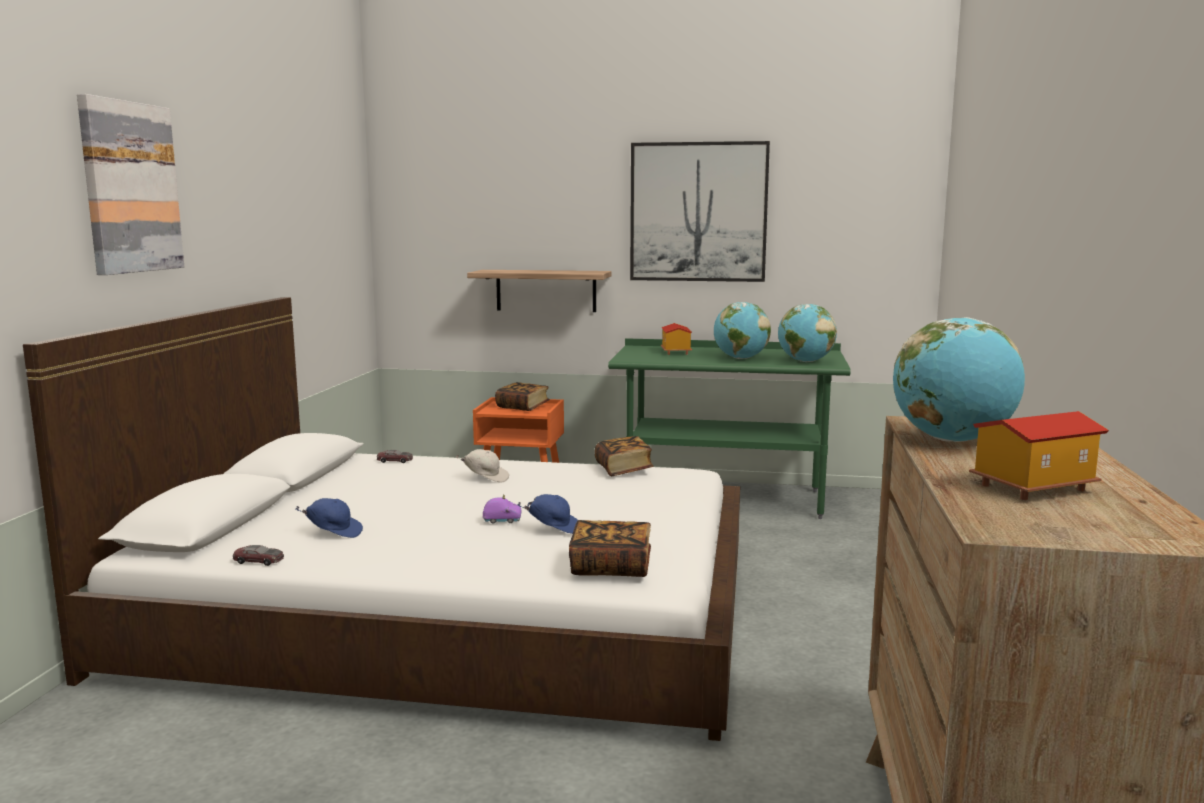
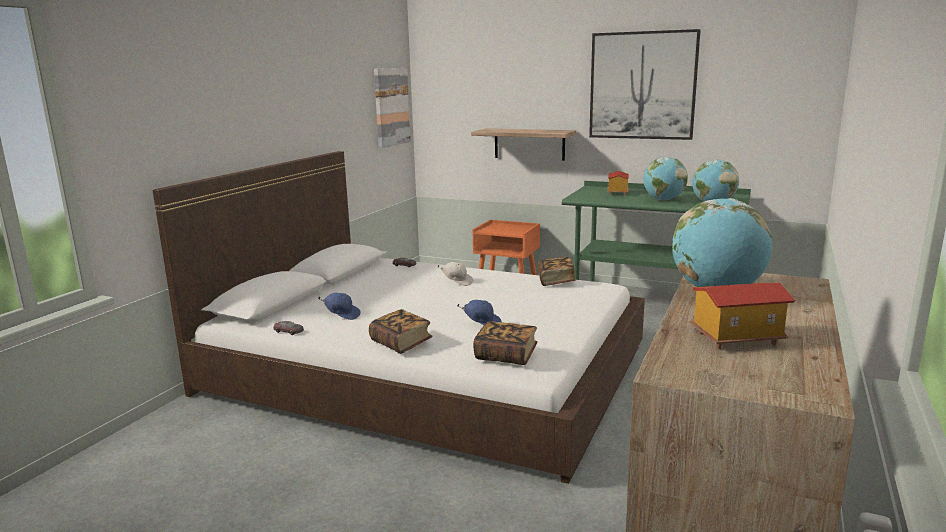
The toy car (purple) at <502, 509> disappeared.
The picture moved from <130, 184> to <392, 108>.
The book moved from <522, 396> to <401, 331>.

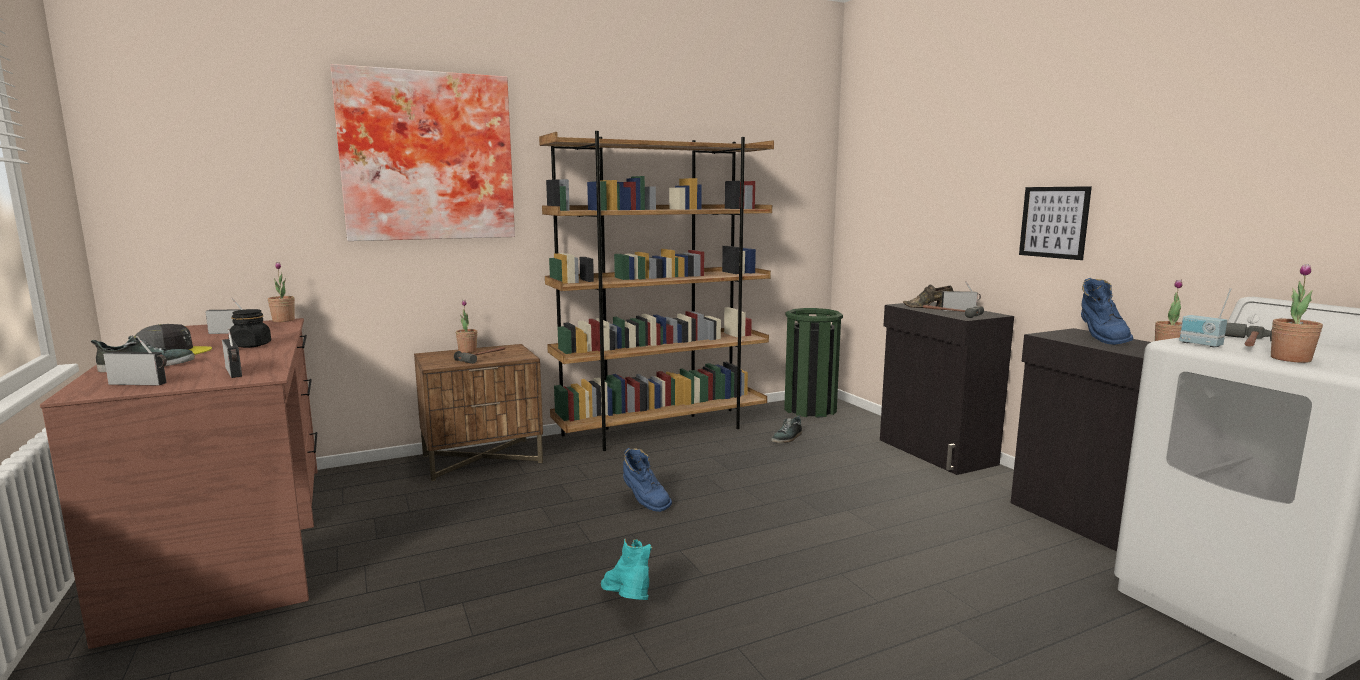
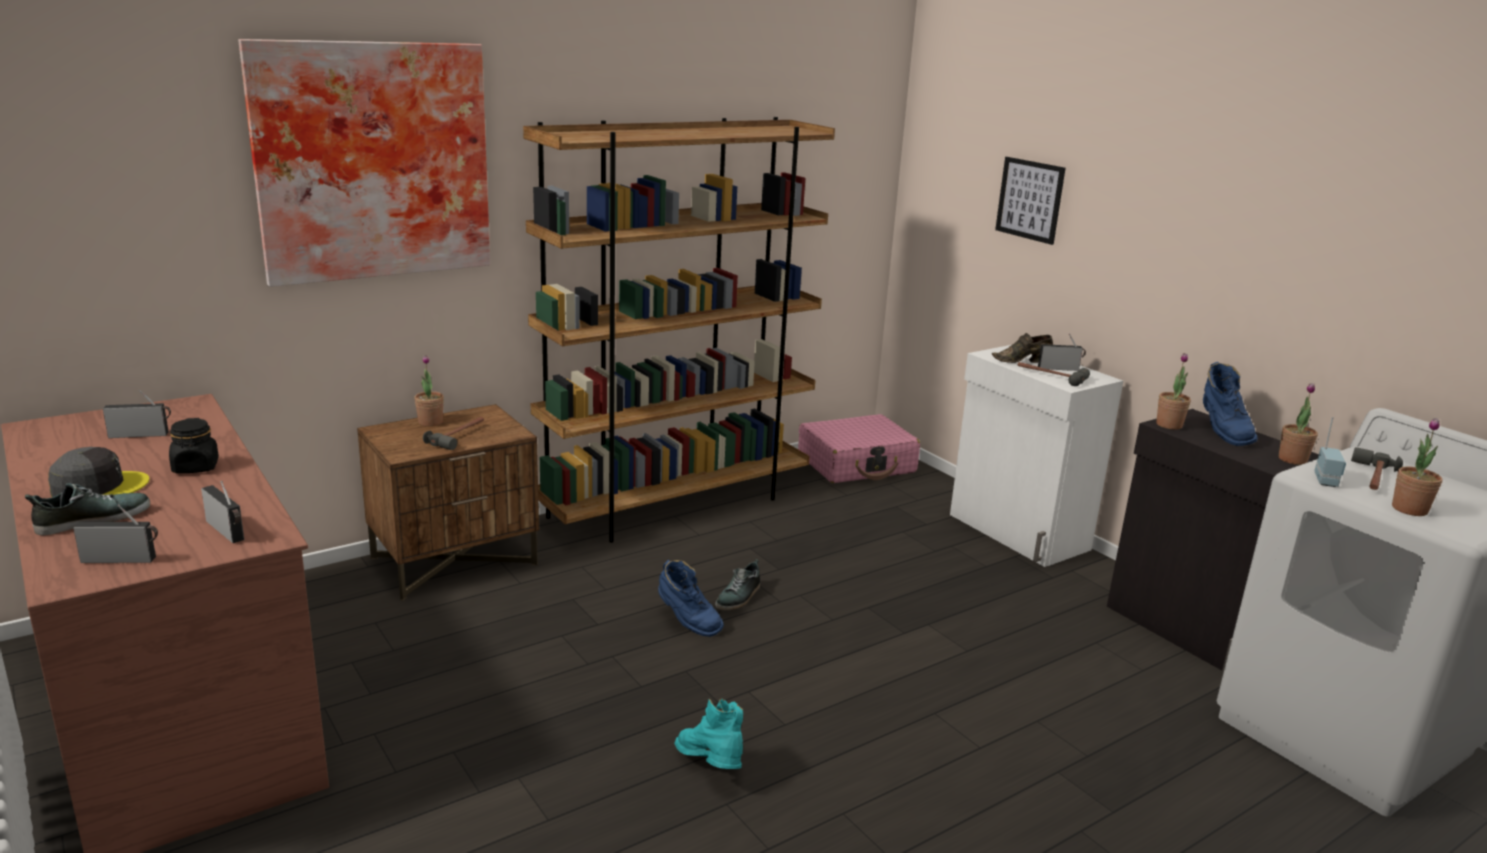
The potted plant moved from <281, 292> to <1173, 391>.
The shoe moved from <786, 429> to <737, 585>.
The picture moved from <1055, 223> to <1030, 201>.
The trash can (green) at <813, 363> was replaced by the suitcase (pink) at <859, 448>.
The cabinet (black) at <947, 388> became the cabinet (white) at <1036, 456>.
The radio at <1205, 318> turned 120 degrees counterclockwise.

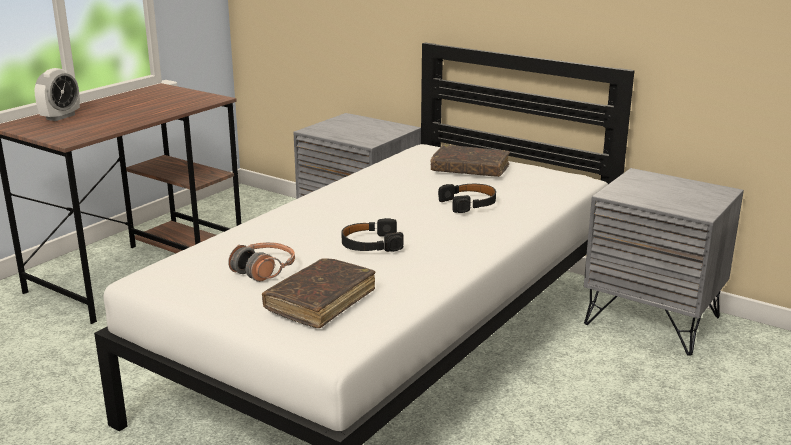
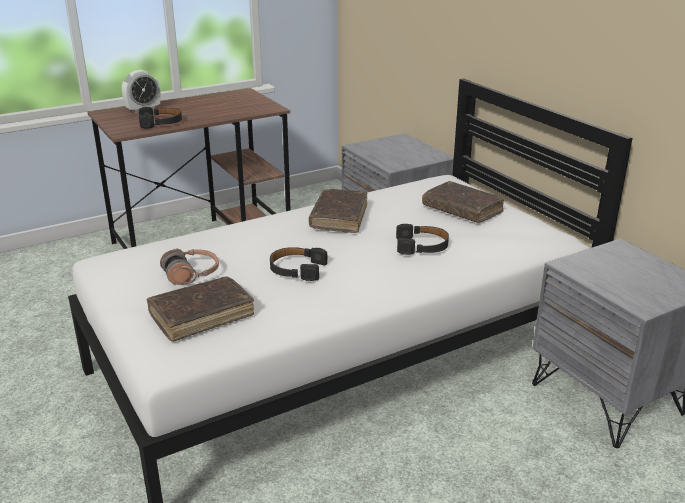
The headphones (black) at <160, 117> appeared.
The book (brown) at <338, 211> appeared.

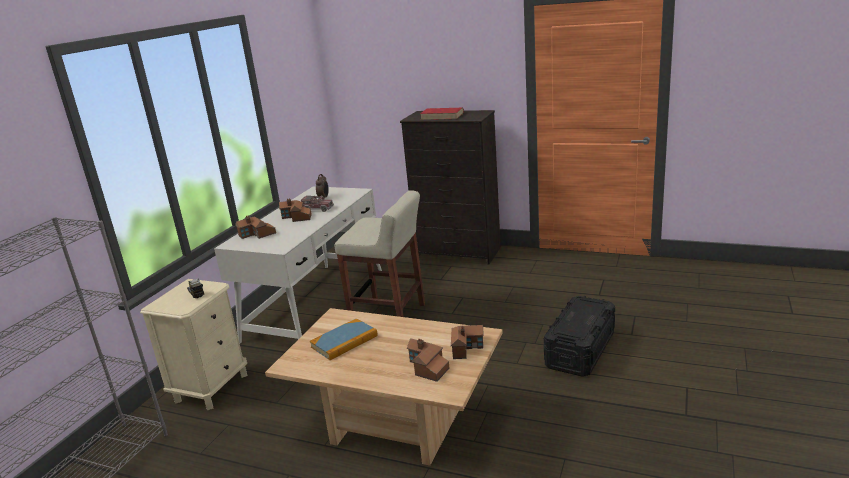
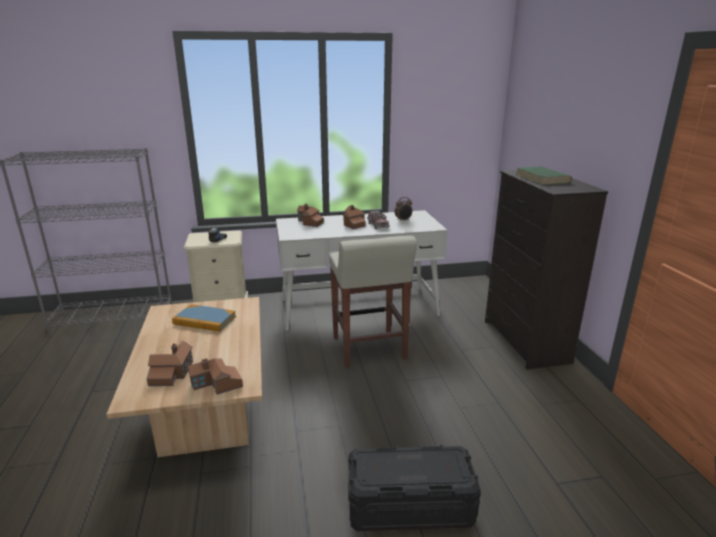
The book (red) at <442, 114> became the book (green) at <544, 175>.

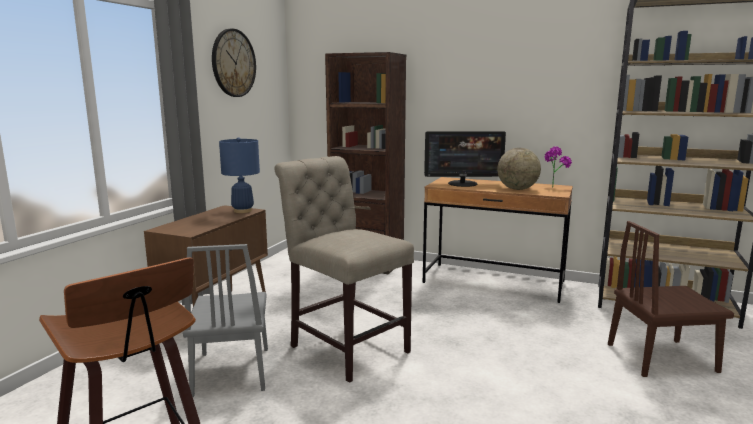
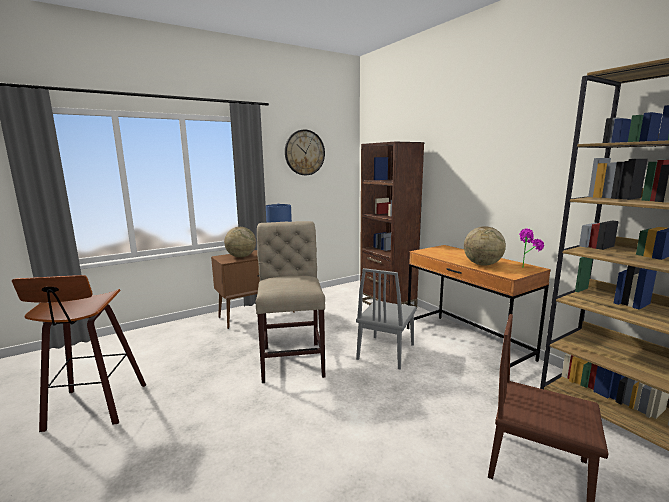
The monitor at <465, 159> disappeared.
The globe at <240, 242> appeared.
The chair (grey) moved from <225, 320> to <386, 319>.

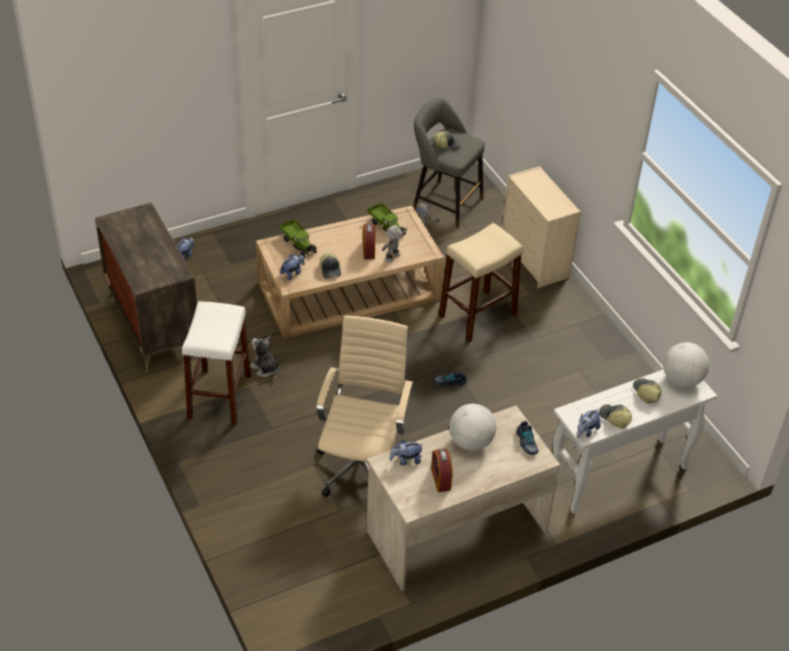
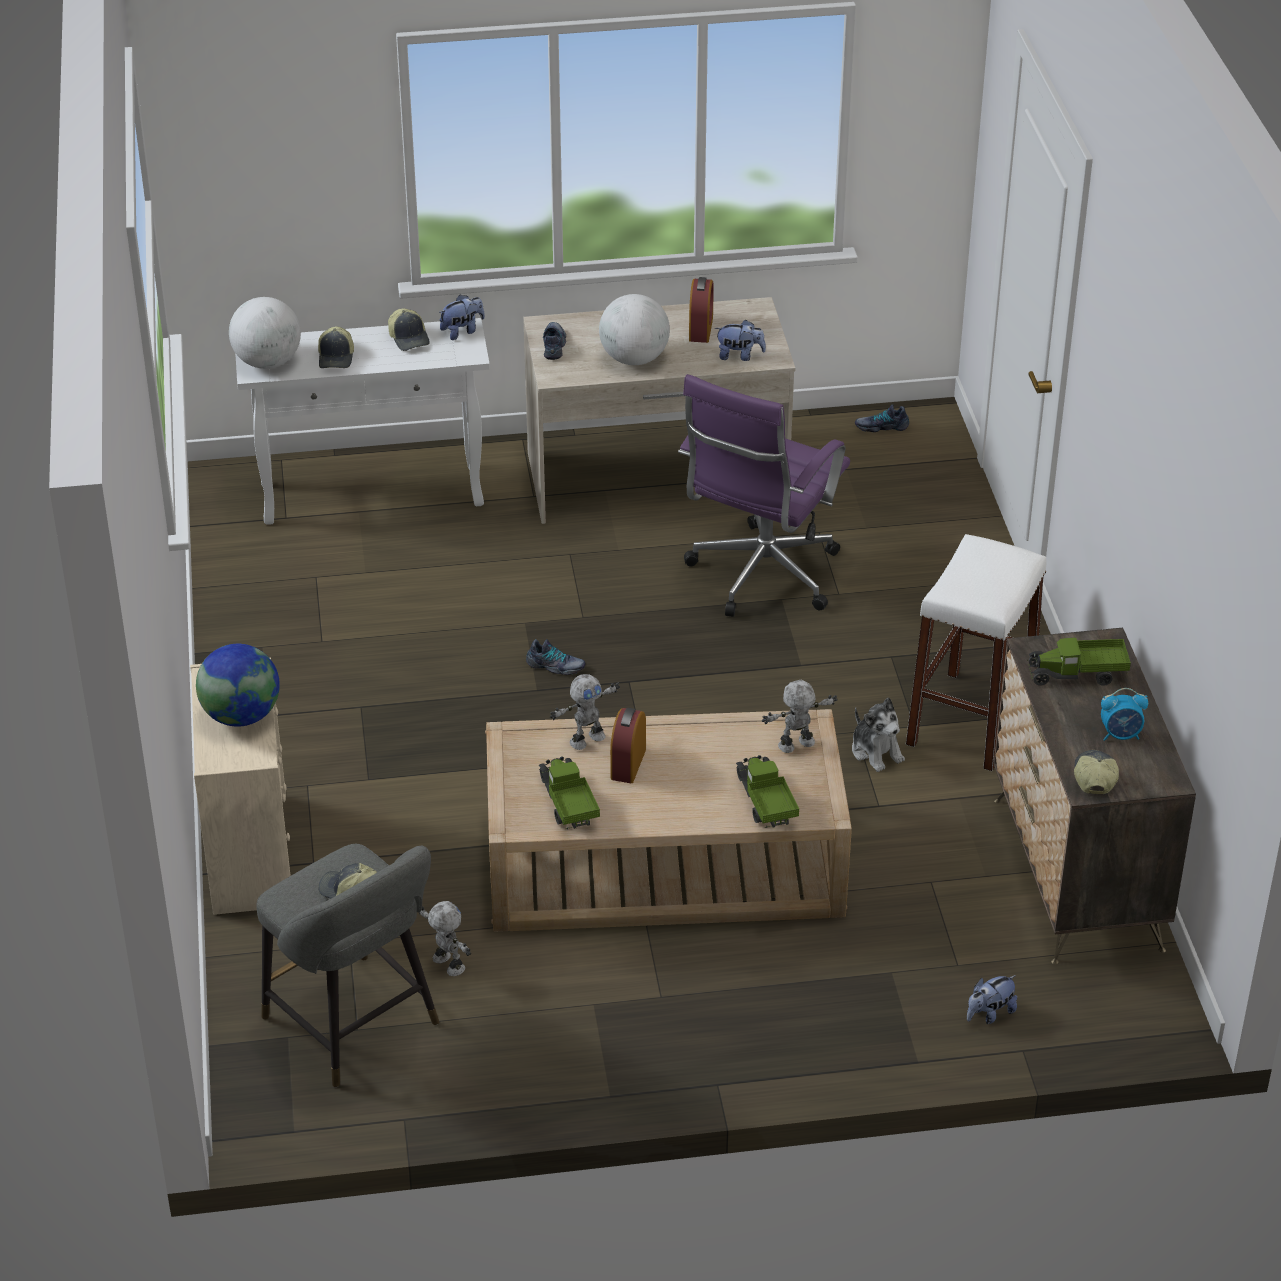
The stool (beige) at <480, 283> disappeared.
The globe at <238, 685> appeared.
The shoe at <882, 418> appeared.
The toy truck at <1079, 661> appeared.
The alarm clock at <1124, 714> appeared.
The cap moved from <330, 265> to <1096, 772>.
The plush toy at <292, 267> was replaced by the toy robot at <800, 716>.
The office chair (beige) at <364, 406> became the office chair (purple) at <764, 495>.

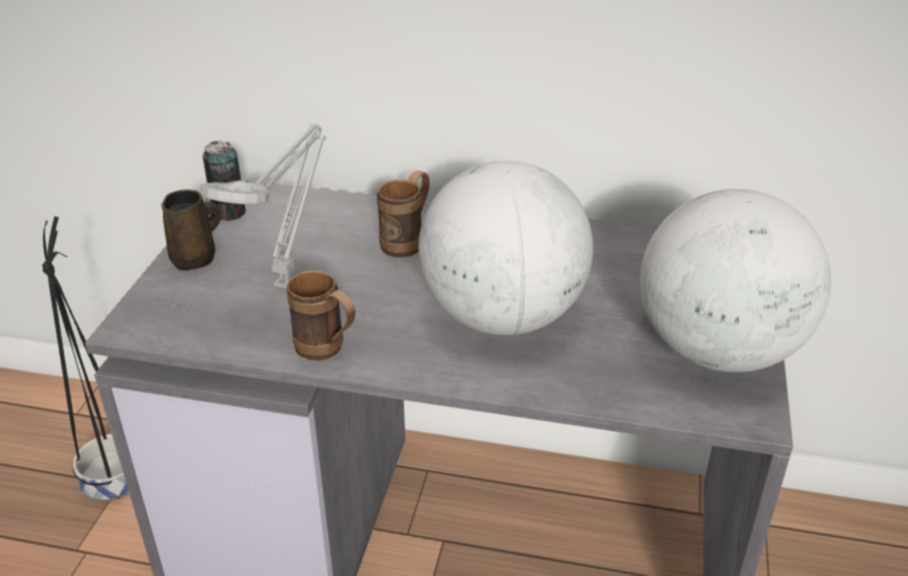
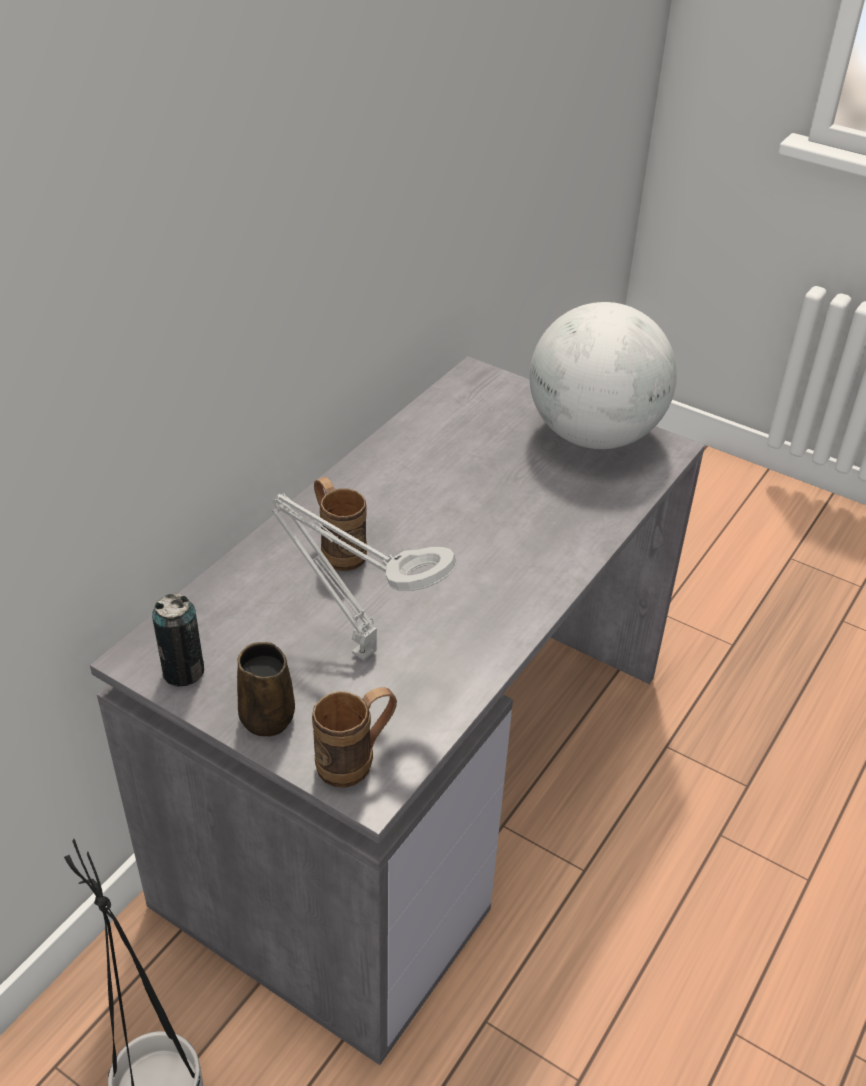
The globe at <505, 248> disappeared.
The mug (brown) moved from <321, 315> to <354, 737>.

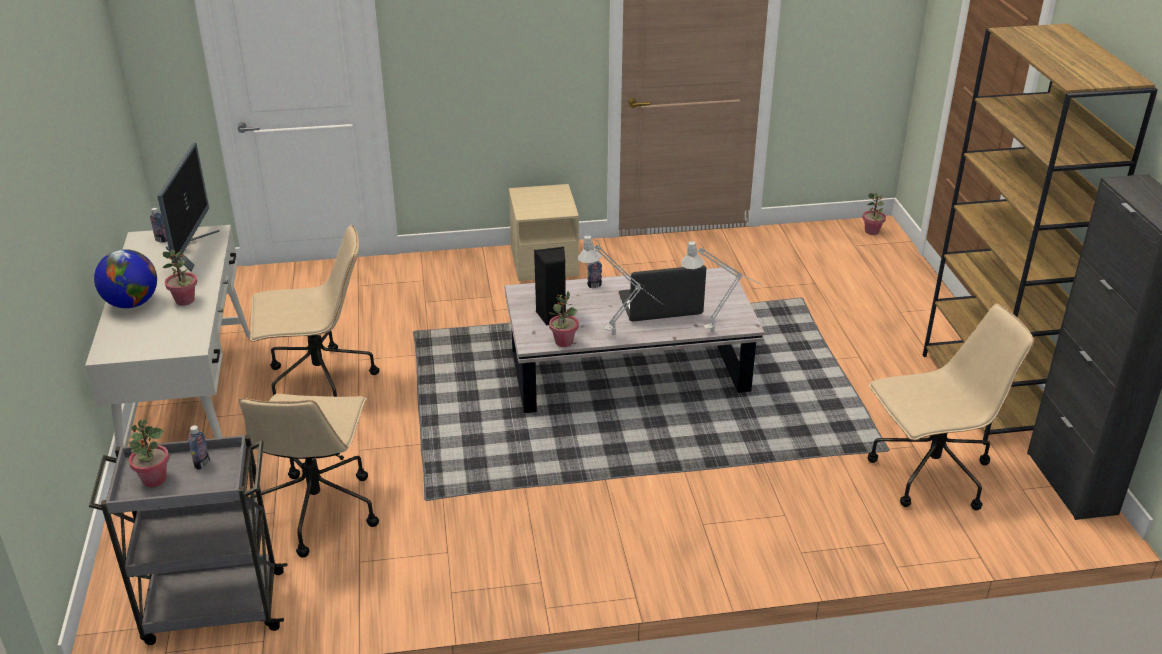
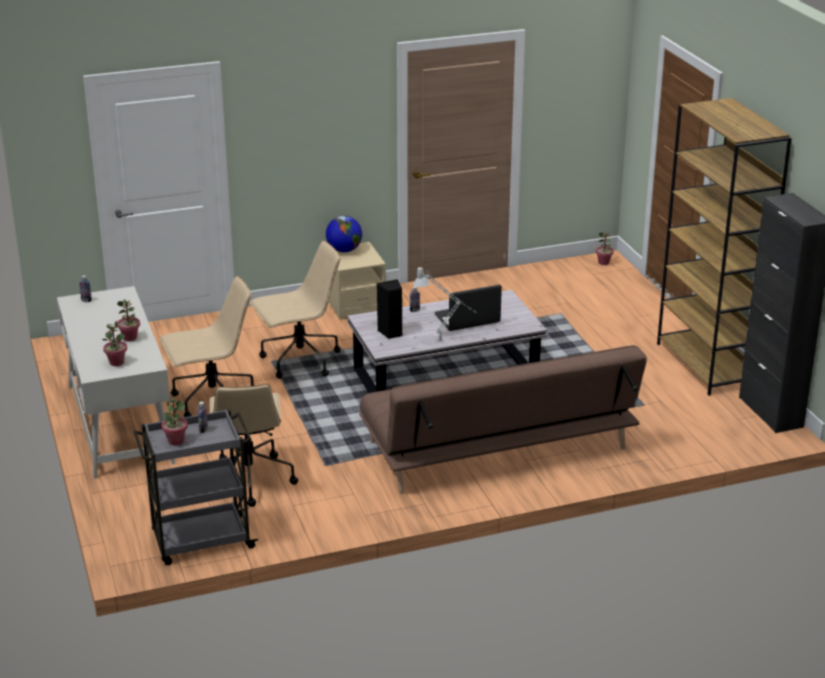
The monitor at <188, 207> disappeared.
The table lamp (grey) at <721, 286> disappeared.
The sofa (brown) at <503, 419> appeared.
The globe moved from <125, 278> to <344, 234>.
The potted plant moved from <564, 319> to <115, 343>.
The office chair (beige) moved from <951, 407> to <295, 310>.

